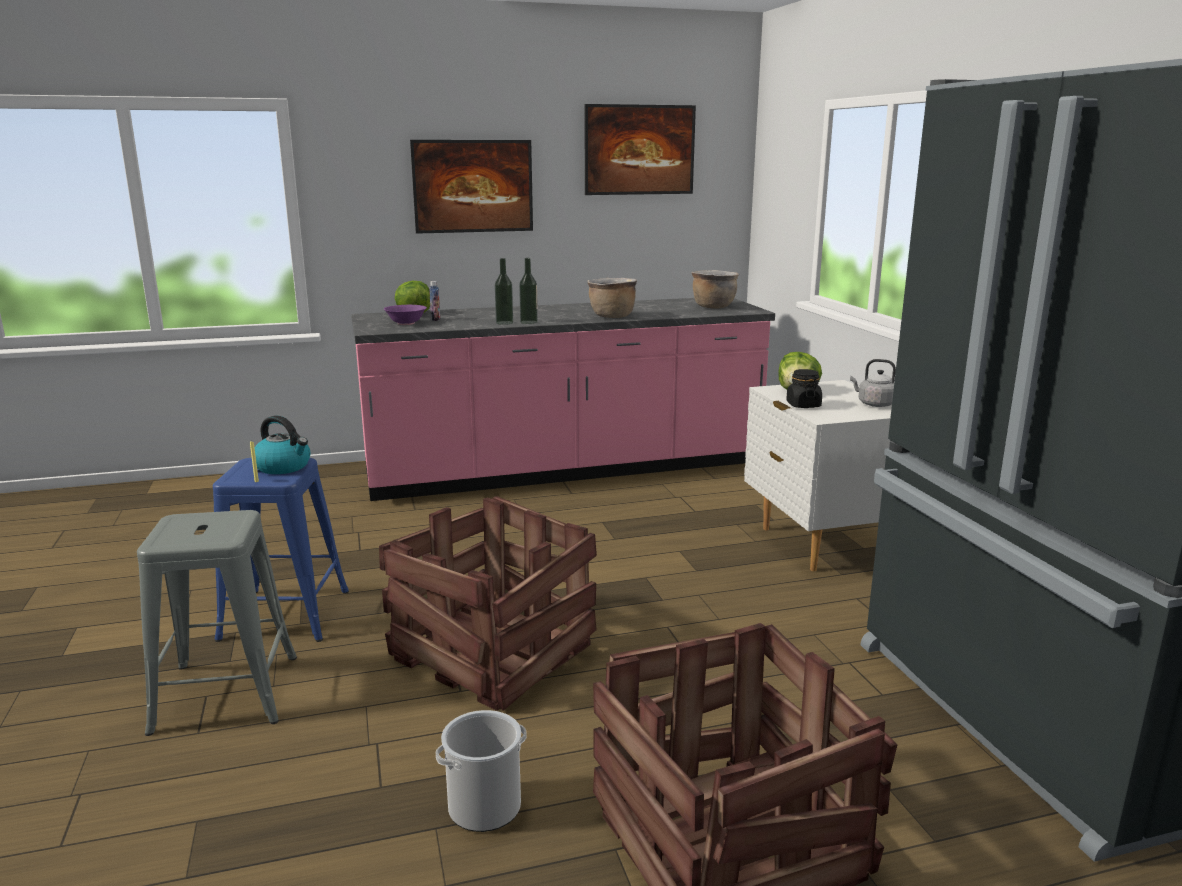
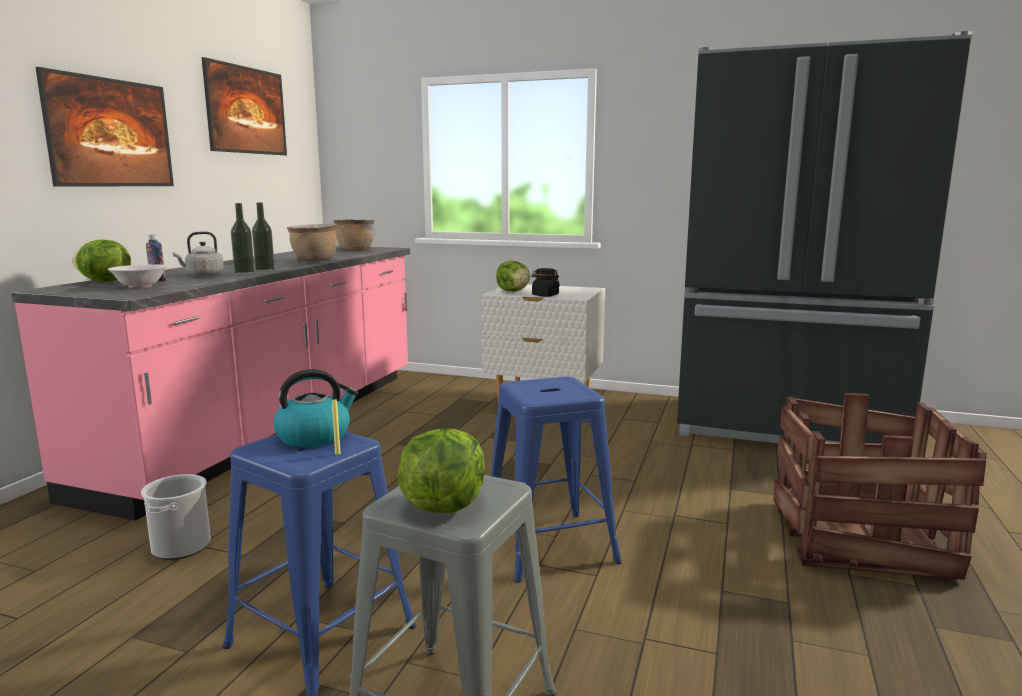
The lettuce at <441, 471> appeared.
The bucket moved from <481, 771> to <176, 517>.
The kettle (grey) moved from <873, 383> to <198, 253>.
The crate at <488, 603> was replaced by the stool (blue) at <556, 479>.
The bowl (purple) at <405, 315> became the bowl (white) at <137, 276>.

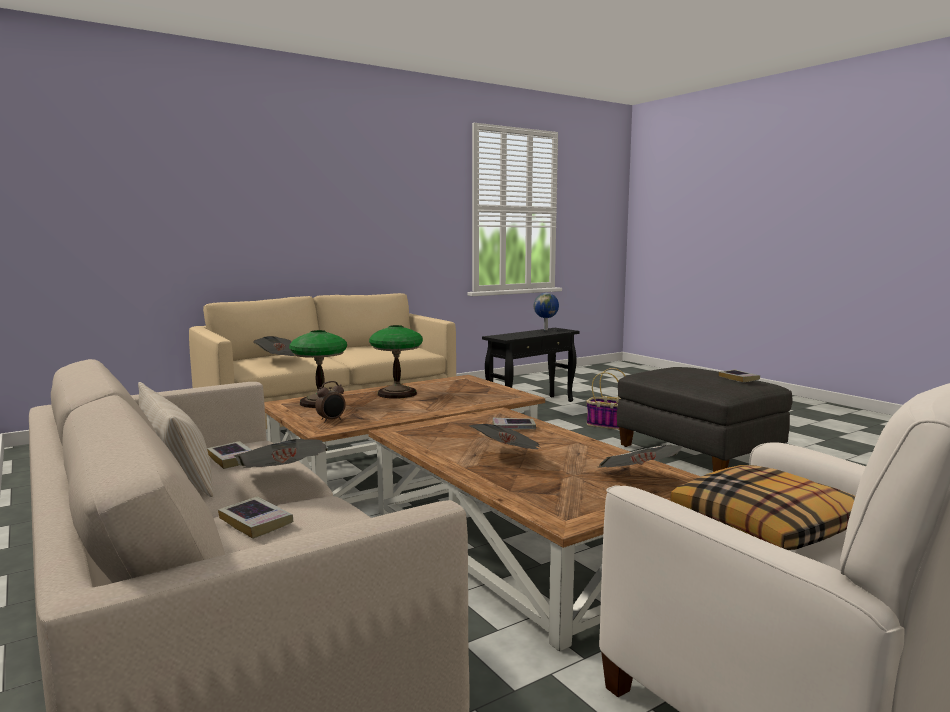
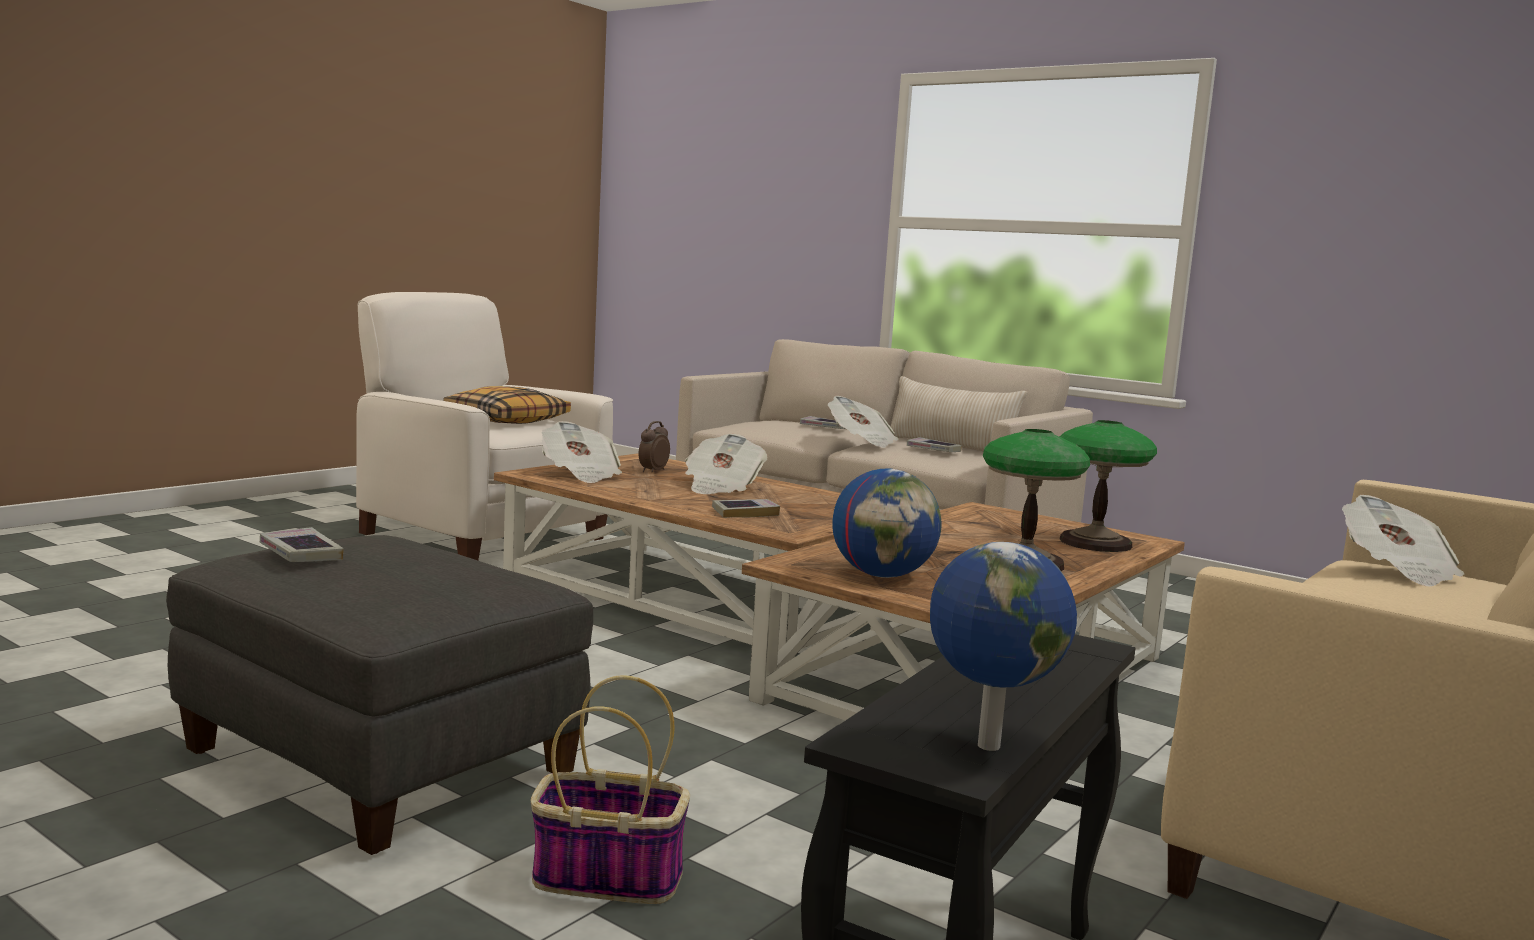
The globe at <886, 523> appeared.
The alarm clock moved from <330, 401> to <654, 446>.

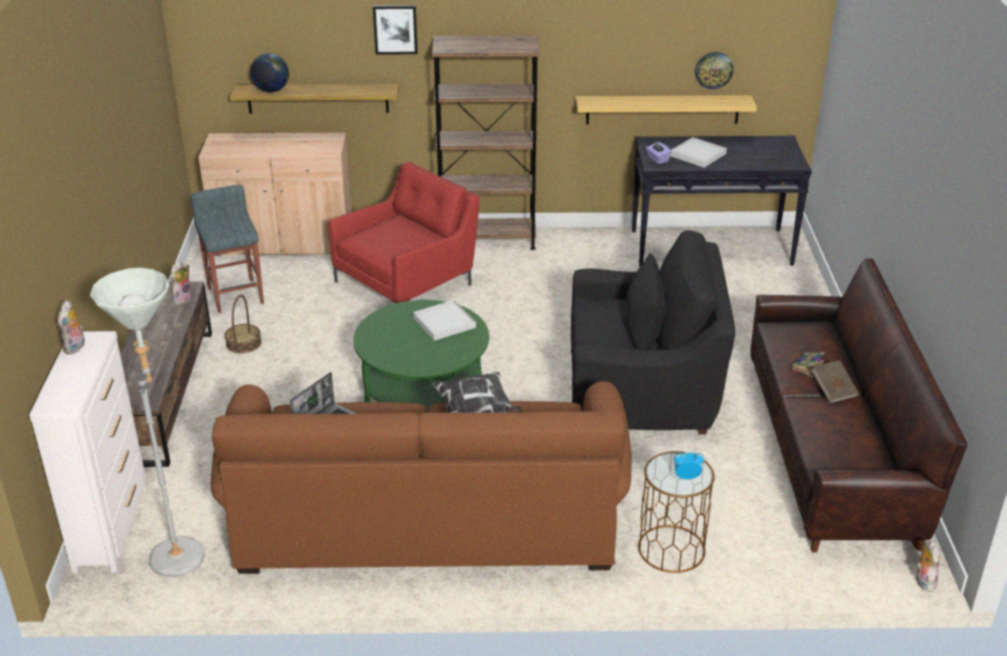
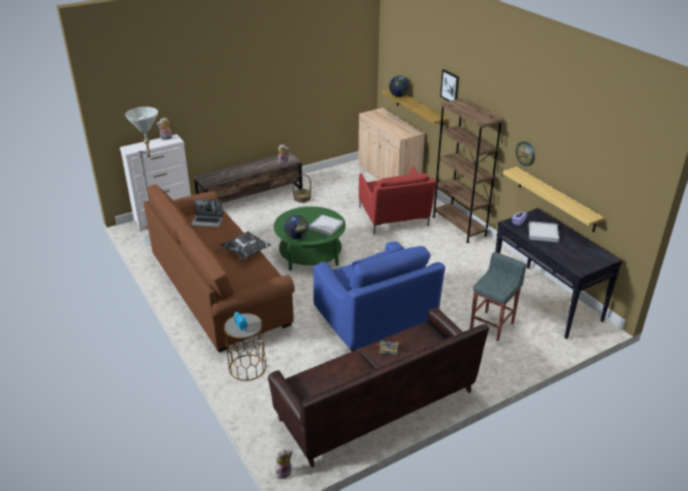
The book (brown) at <835, 381> disappeared.
The globe at <296, 227> appeared.
The stool (grey) moved from <227, 249> to <498, 296>.
The wall clock moved from <714, 70> to <525, 153>.
The armchair (black) at <653, 332> became the armchair (blue) at <379, 296>.
The armchair (red) at <404, 232> turned 60 degrees clockwise.

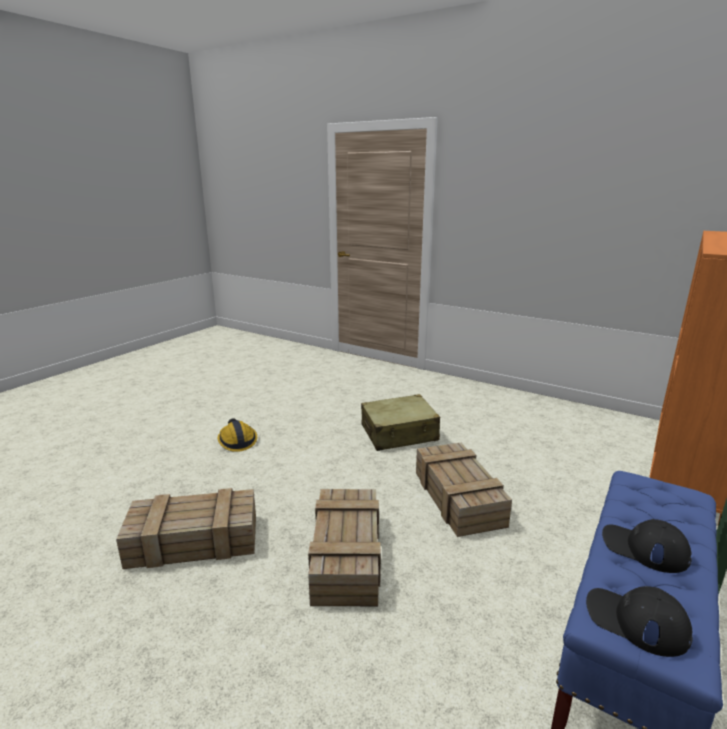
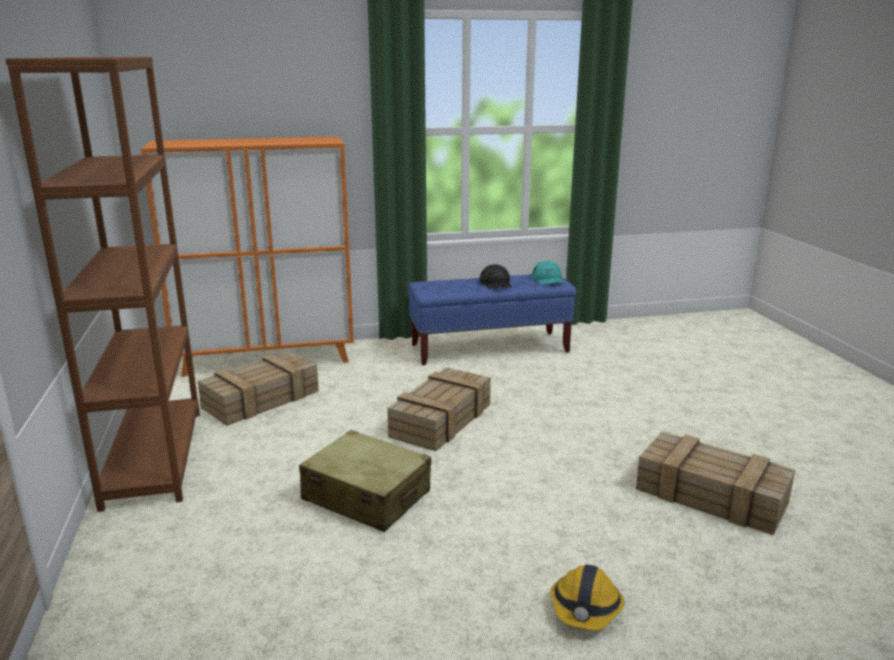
The bookcase (brown) at <102, 284> appeared.
The crate moved from <344, 547> to <258, 388>.
The cap (black) at <639, 621> became the cap (turquoise) at <548, 272>.

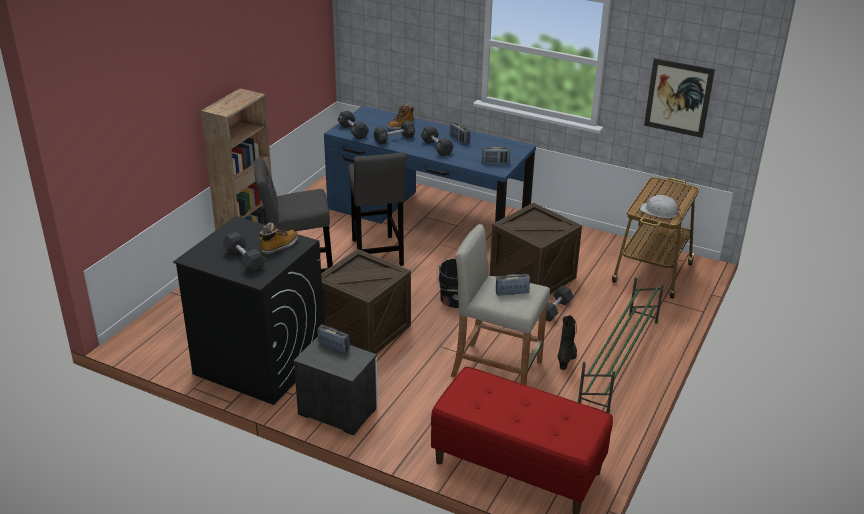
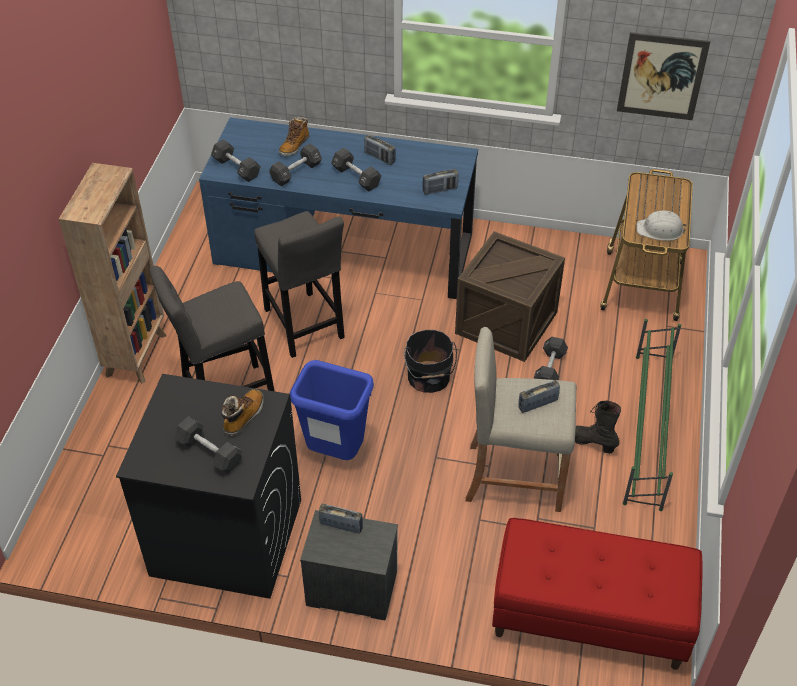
The crate at <366, 301> was replaced by the trash can (blue) at <332, 410>.
The boot (black) at <567, 342> turned 60 degrees counterclockwise.

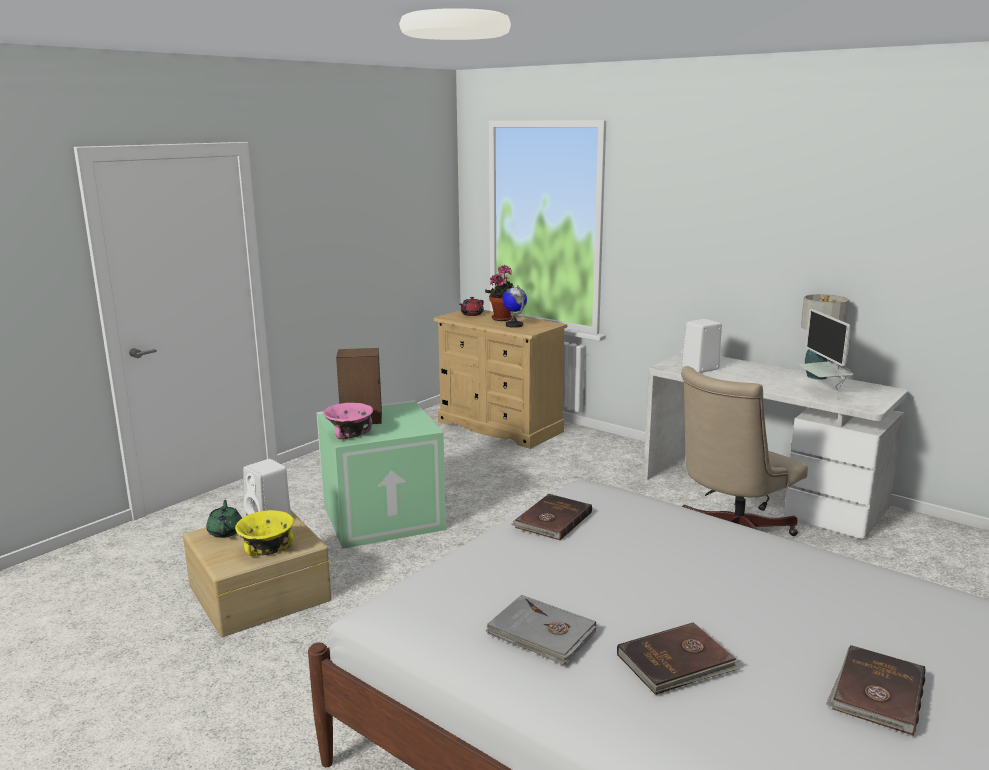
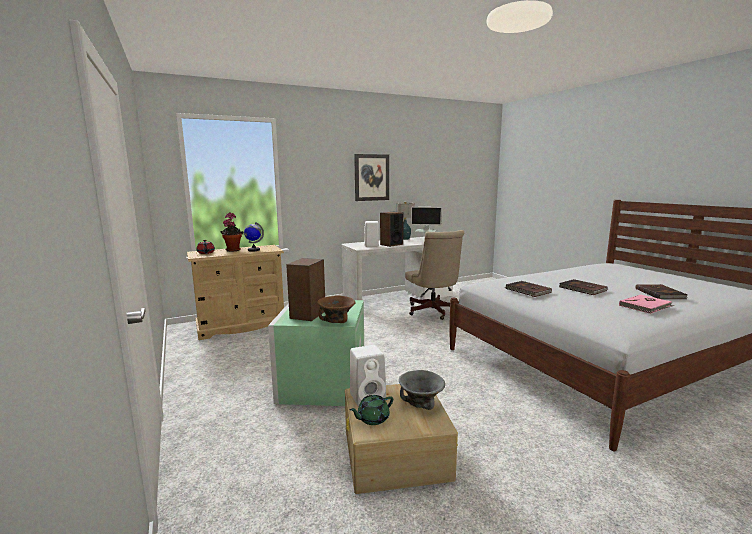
The picture at <371, 177> appeared.
The speaker at <392, 229> appeared.
The book (brown) moved from <875, 690> to <584, 287>.
The bowl (yellow) at <264, 533> became the bowl (grey) at <422, 390>.
The bowl (pink) at <348, 421> became the bowl (brown) at <336, 309>.
The book (grey) at <541, 630> became the book (pink) at <646, 304>.
The teapot (green) at <224, 519> turned 45 degrees counterclockwise.

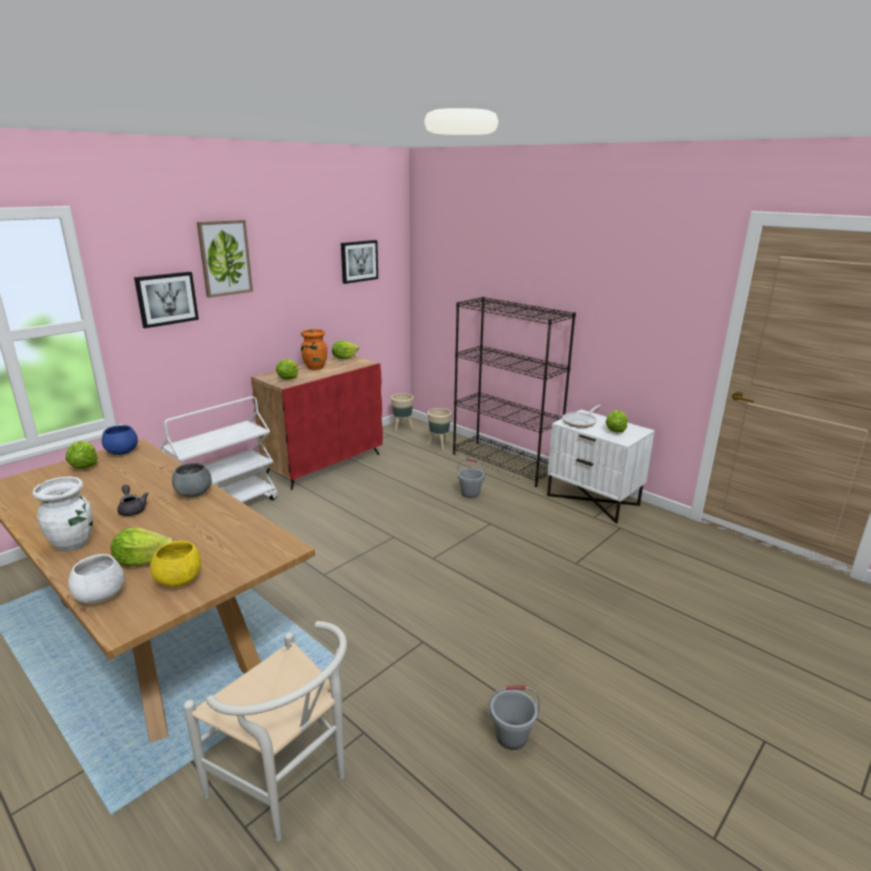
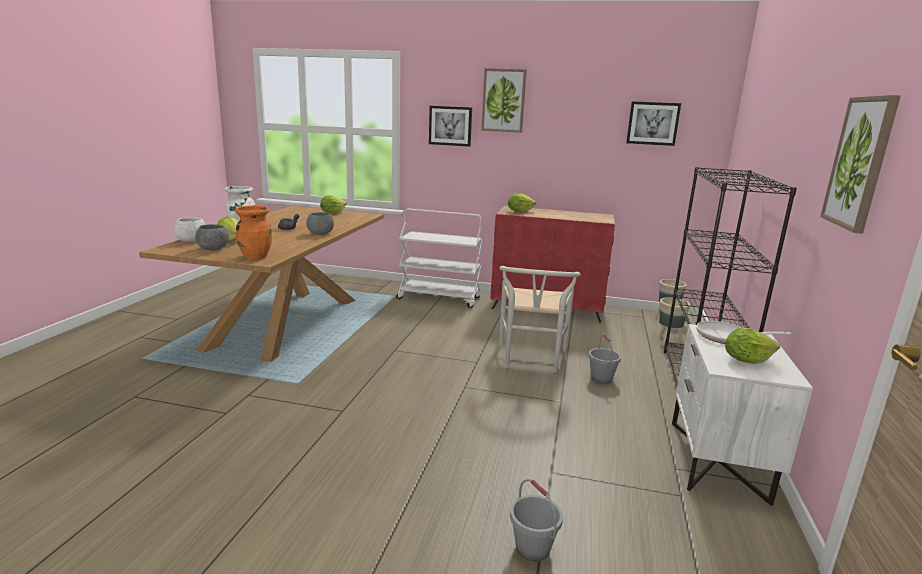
The bowl (blue) at <120, 440> disappeared.
The lettuce at <345, 350> disappeared.
The picture at <860, 164> appeared.
The chair (white) moved from <265, 731> to <539, 319>.
The vase (orange) moved from <314, 349> to <253, 232>.
The bucket (grey) moved from <514, 717> to <536, 520>.
The bowl (yellow) at <175, 564> became the bowl (grey) at <212, 237>.

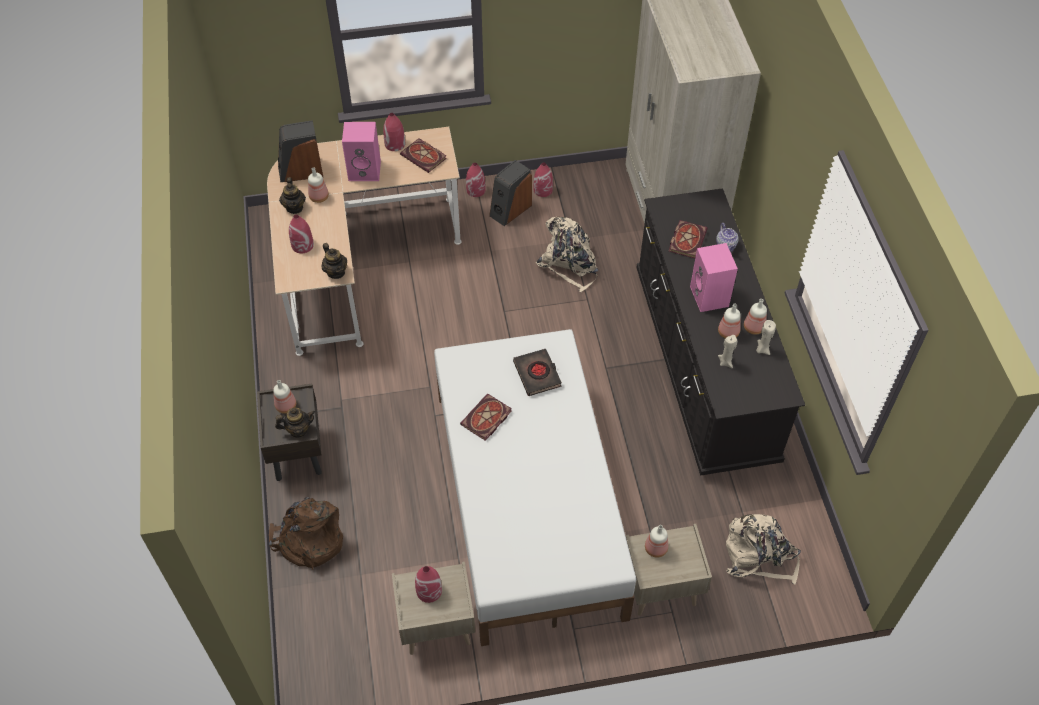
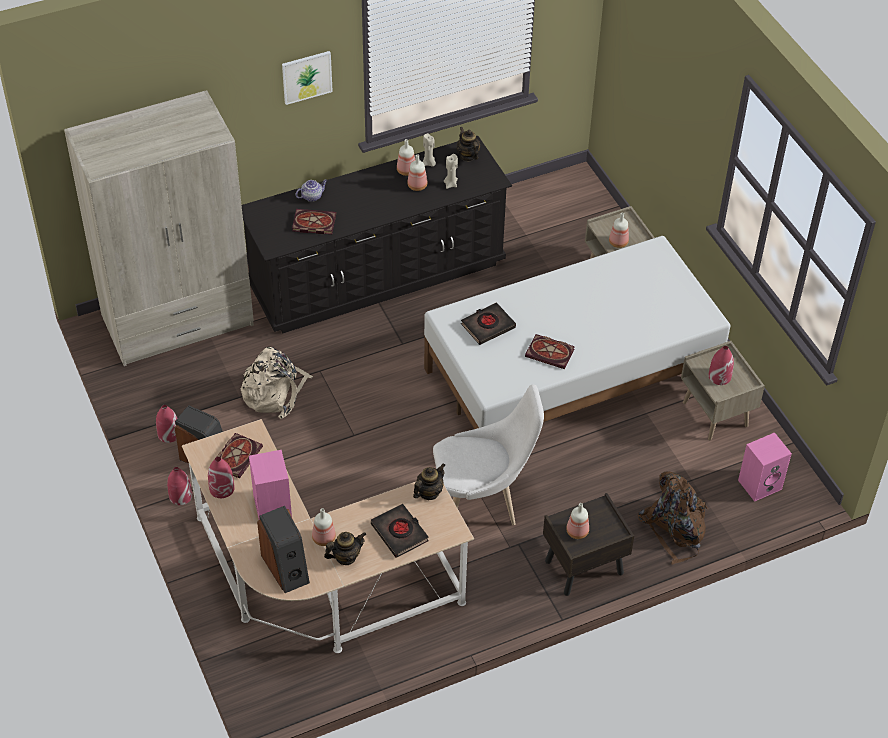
The backpack (beige) at <763, 549> disappeared.
The picture at <307, 78> appeared.
The chair (white) at <488, 455> appeared.
The teapot moved from <295, 423> to <468, 144>.
The speaker (pink) moved from <714, 277> to <765, 467>.
The vase (red) at <301, 233> was replaced by the book (black) at <400, 531>.

